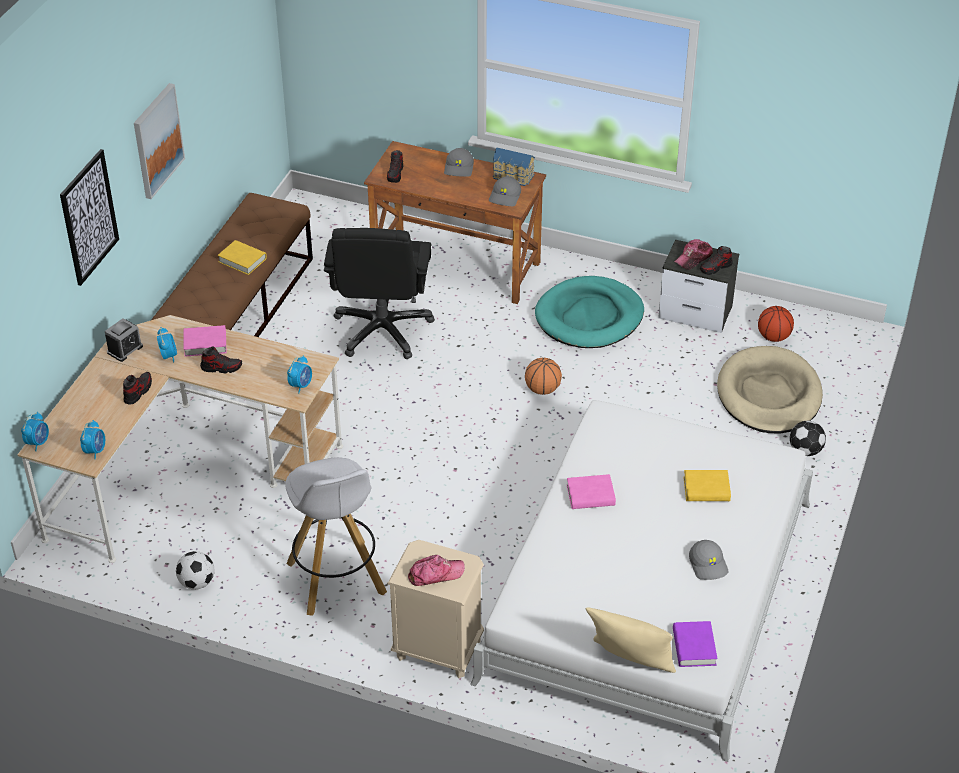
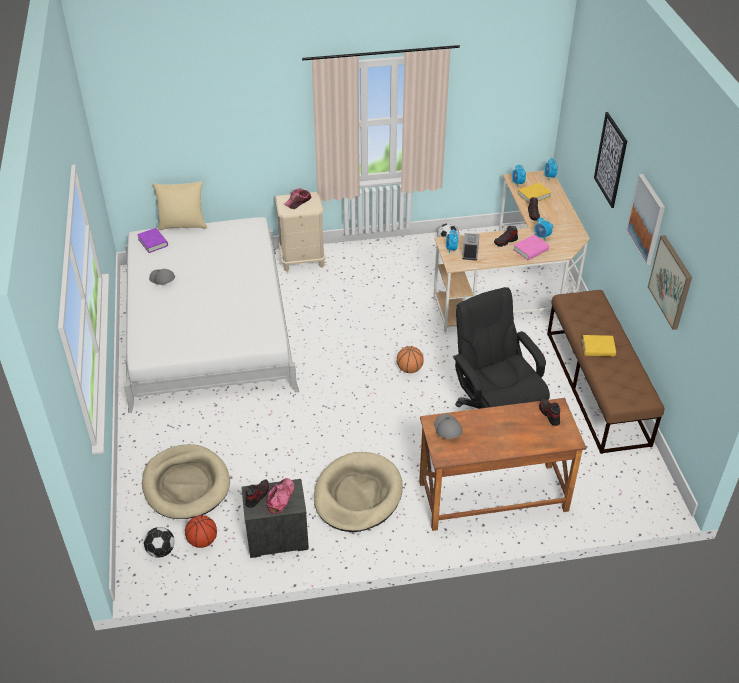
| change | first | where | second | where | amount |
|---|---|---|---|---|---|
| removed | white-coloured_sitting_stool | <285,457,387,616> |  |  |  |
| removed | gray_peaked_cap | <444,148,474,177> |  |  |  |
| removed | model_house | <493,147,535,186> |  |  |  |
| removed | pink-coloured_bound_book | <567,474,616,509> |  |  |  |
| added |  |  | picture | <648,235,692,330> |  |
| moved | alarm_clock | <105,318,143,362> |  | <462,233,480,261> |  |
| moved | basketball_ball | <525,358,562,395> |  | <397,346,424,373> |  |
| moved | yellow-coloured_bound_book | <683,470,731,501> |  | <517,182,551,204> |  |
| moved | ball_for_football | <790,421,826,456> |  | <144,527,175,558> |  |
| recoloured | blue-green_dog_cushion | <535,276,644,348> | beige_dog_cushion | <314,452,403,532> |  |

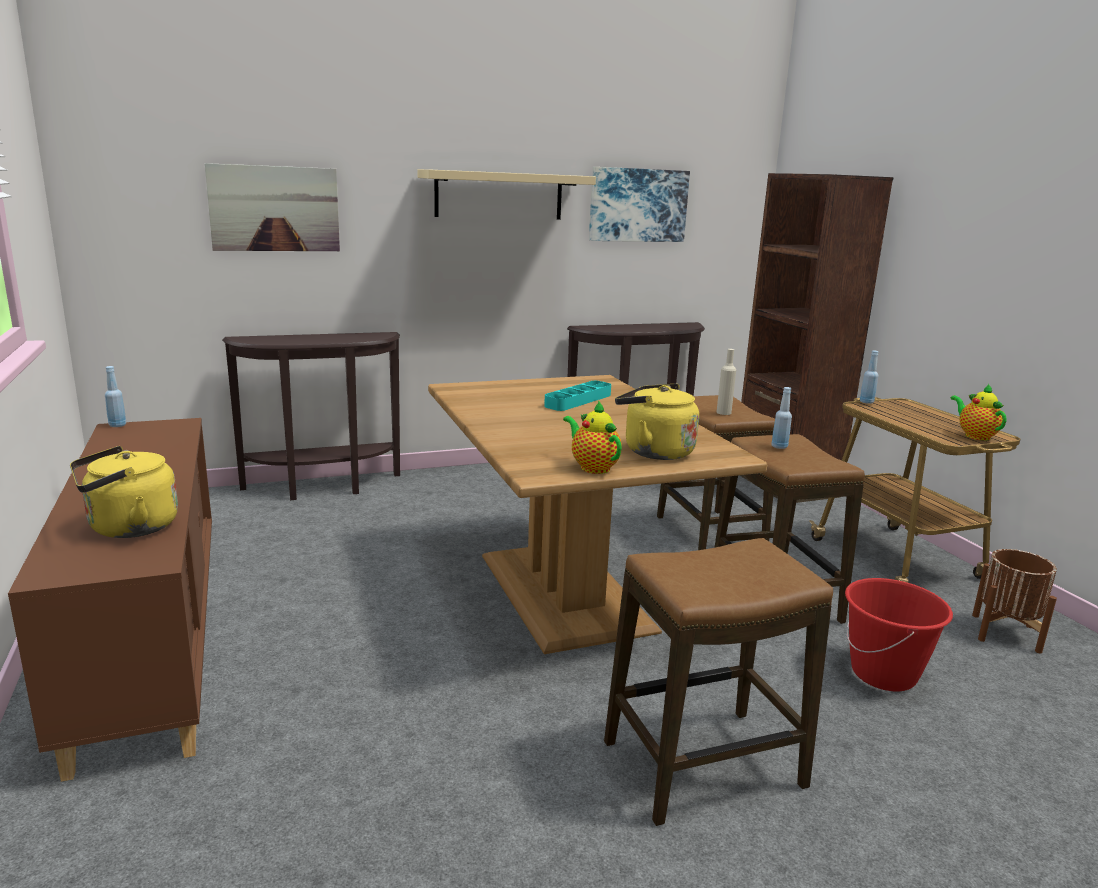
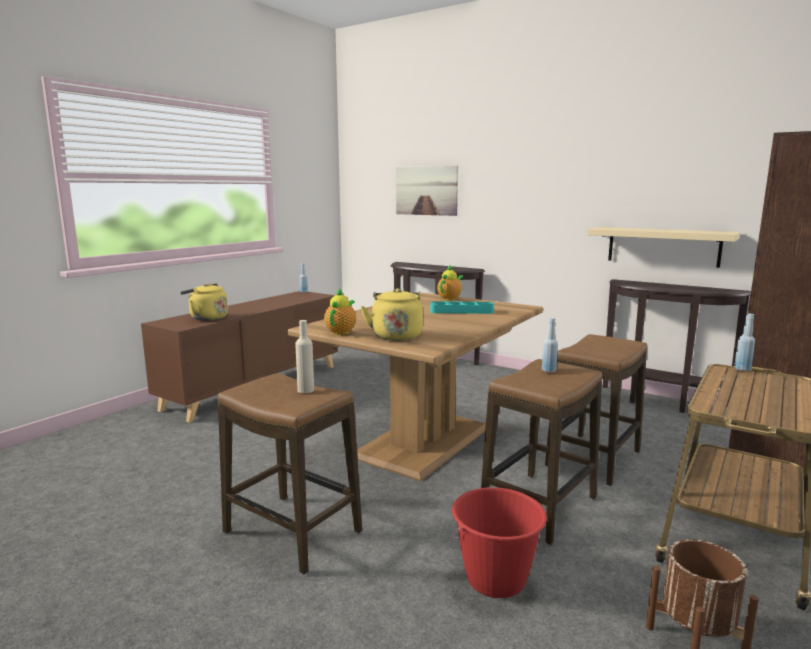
| change | first | where | second | where | amount |
|---|---|---|---|---|---|
| removed | picture | <589,167,690,242> |  |  |  |
| moved | beige_shelf | <417,169,596,220> |  | <587,227,740,268> |  |
| moved | beige_bottle | <716,349,736,415> |  | <295,320,314,393> |  |
| moved | tea_pot | <950,384,1007,441> |  | <437,264,463,301> |  |

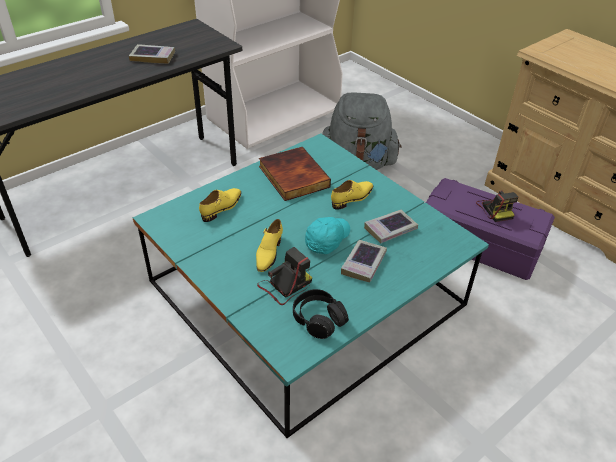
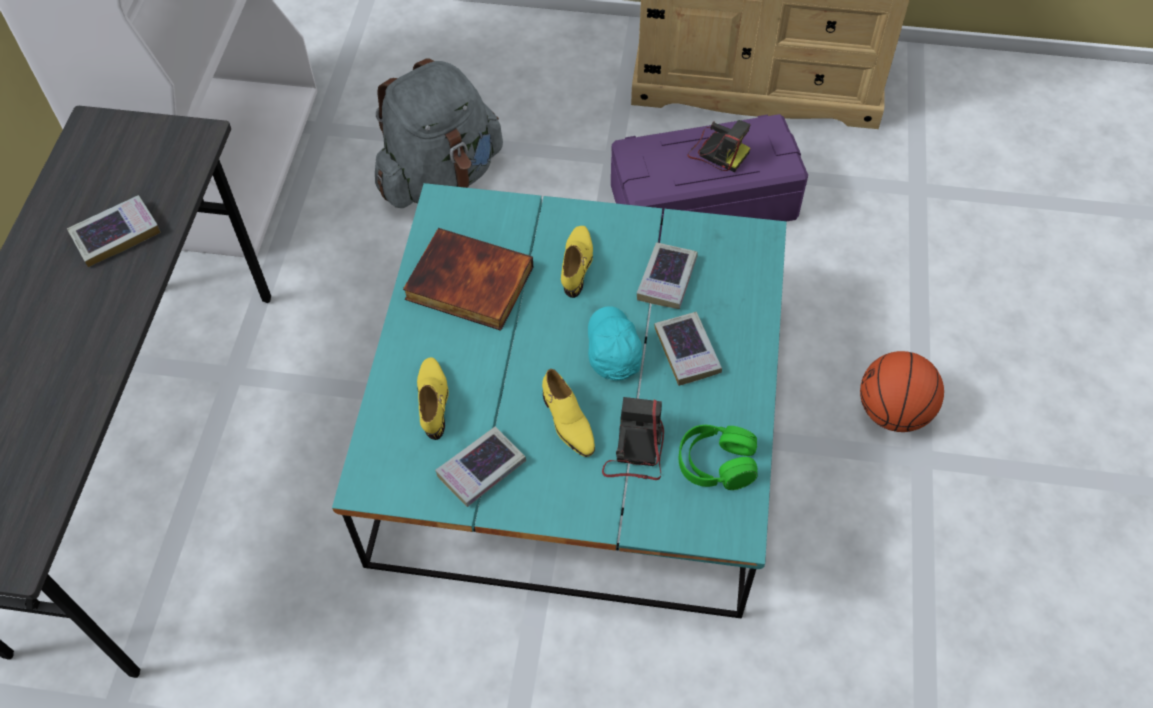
| change | first | where | second | where | amount |
|---|---|---|---|---|---|
| added |  |  | bound_book | <435,427,526,507> |  |
| added |  |  | basketball_ball | <860,351,944,432> |  |
| recoloured | blackish_pair_of_headphones | <293,289,349,339> | greenish_pair_of_headphones | <679,425,758,490> |  |

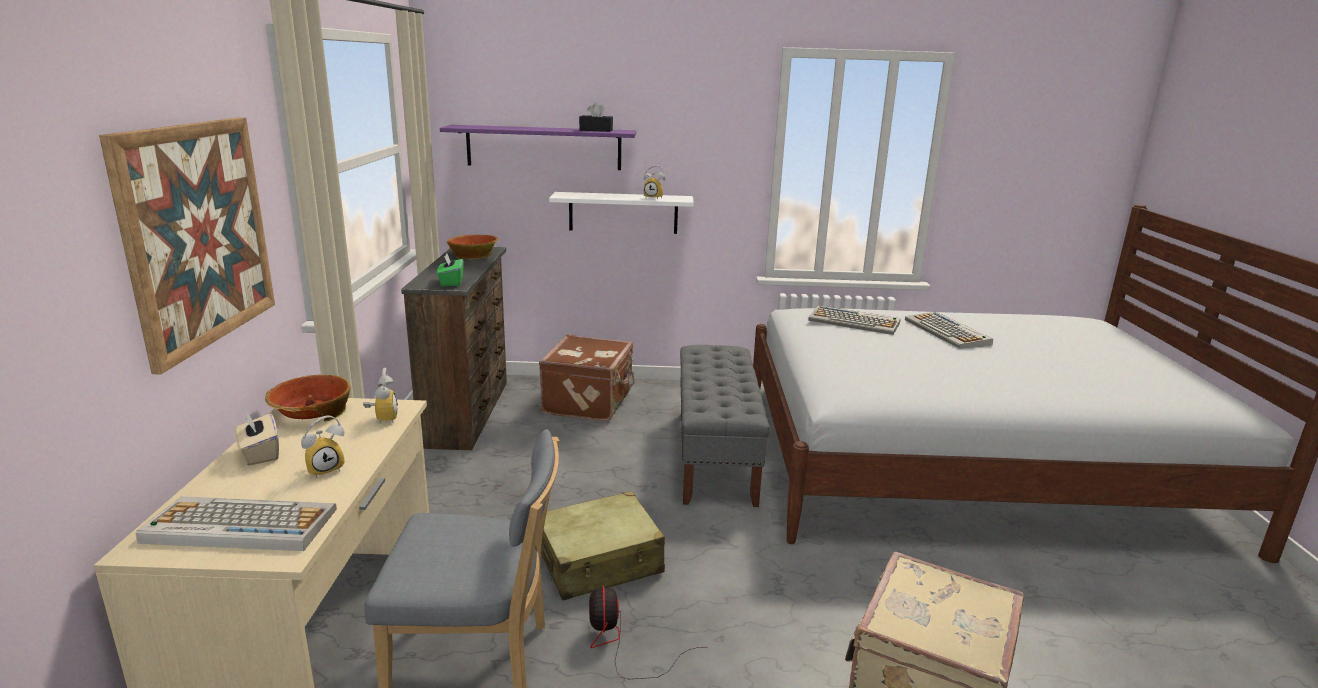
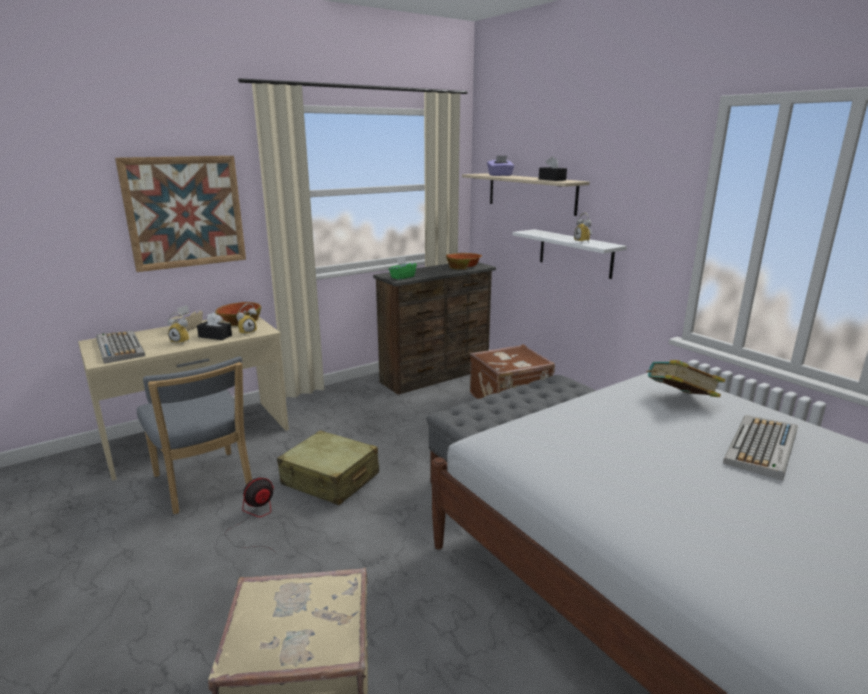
| change | first | where | second | where | amount |
|---|---|---|---|---|---|
| added |  |  | blackish_tissue_holder | <197,313,232,340> |  |
| added |  |  | purplish_tissue_holder | <487,156,515,176> |  |
| replaced | computer_keyboard | <808,305,901,335> | bound_book | <646,360,725,397> |  |
| recoloured | purplish_shelf | <440,125,636,170> | beige_shelf | <462,173,590,216> |  |

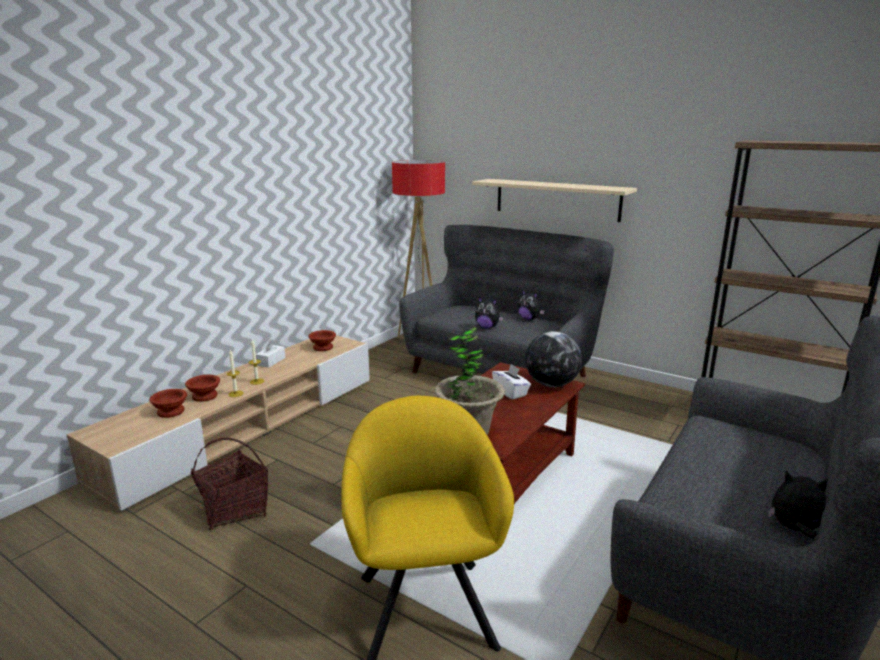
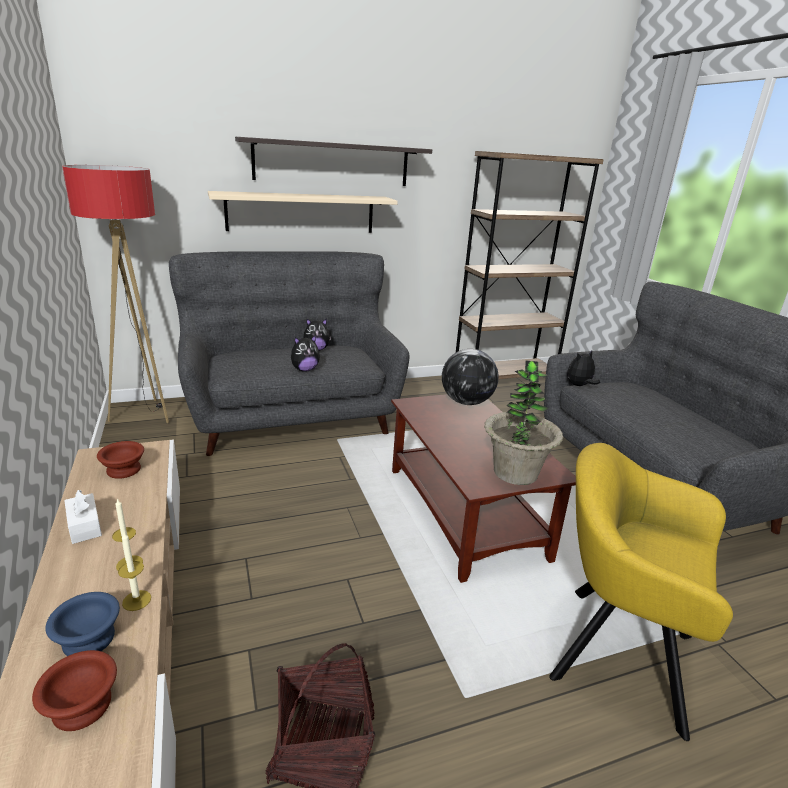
| change | first | where | second | where | amount |
|---|---|---|---|---|---|
| removed | white-coloured_tissue_holder | <492,364,531,400> |  |  |  |
| added |  |  | shelf | <235,137,432,186> |  |
| moved | plush_toy | <768,471,828,538> |  | <567,351,600,386> |  |
| recoloured | brownish_bowl | <185,375,220,402> | blue-coloured_bowl | <45,592,120,656> |  |

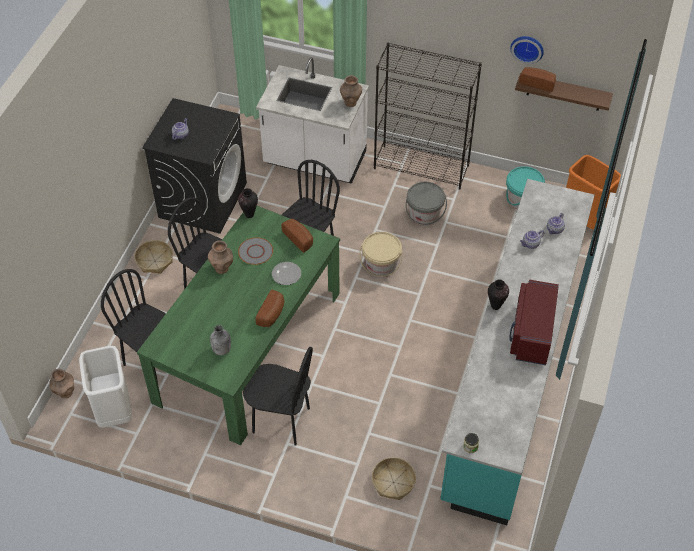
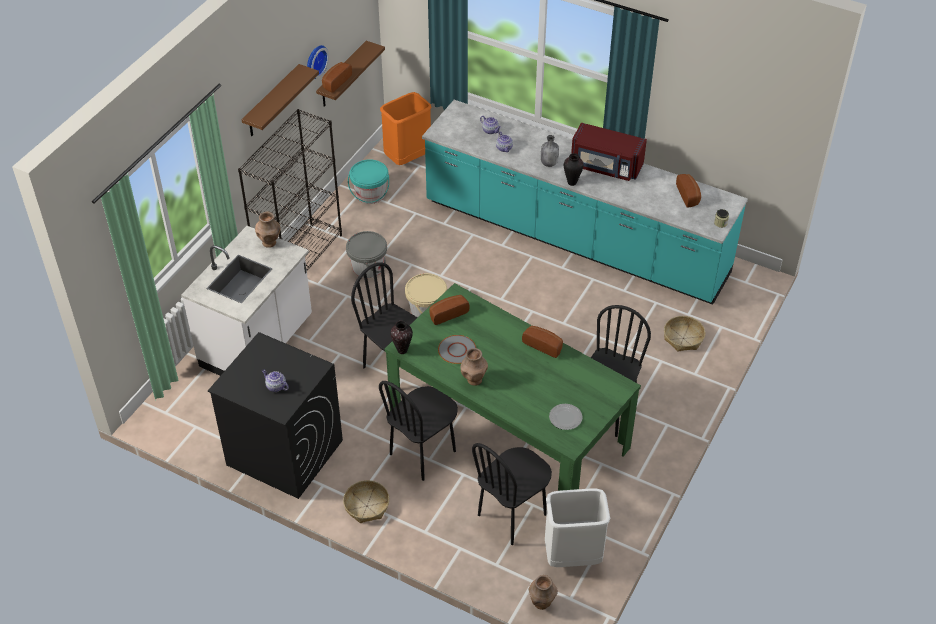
| change | first | where | second | where | amount |
|---|---|---|---|---|---|
| added |  |  | brownish_shelf | <242,64,319,136> |  |
| added |  |  | baked_bread | <676,174,701,208> |  |
| moved | gray_bottle | <210,325,231,355> |  | <541,135,559,167> |  |
| moved | dinner_plate | <272,262,301,285> |  | <549,404,583,430> |  |

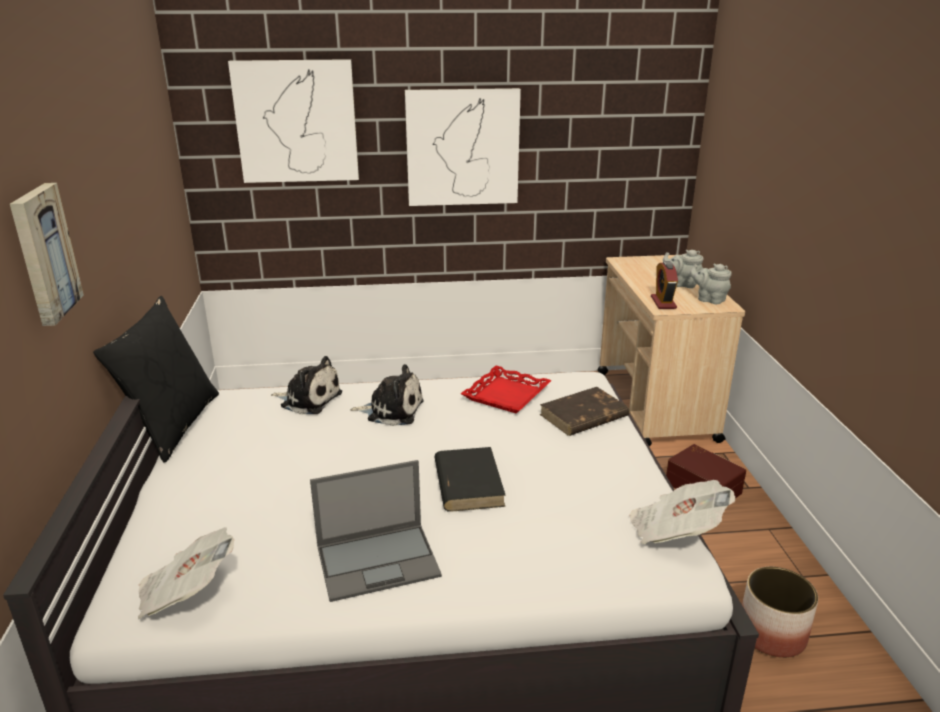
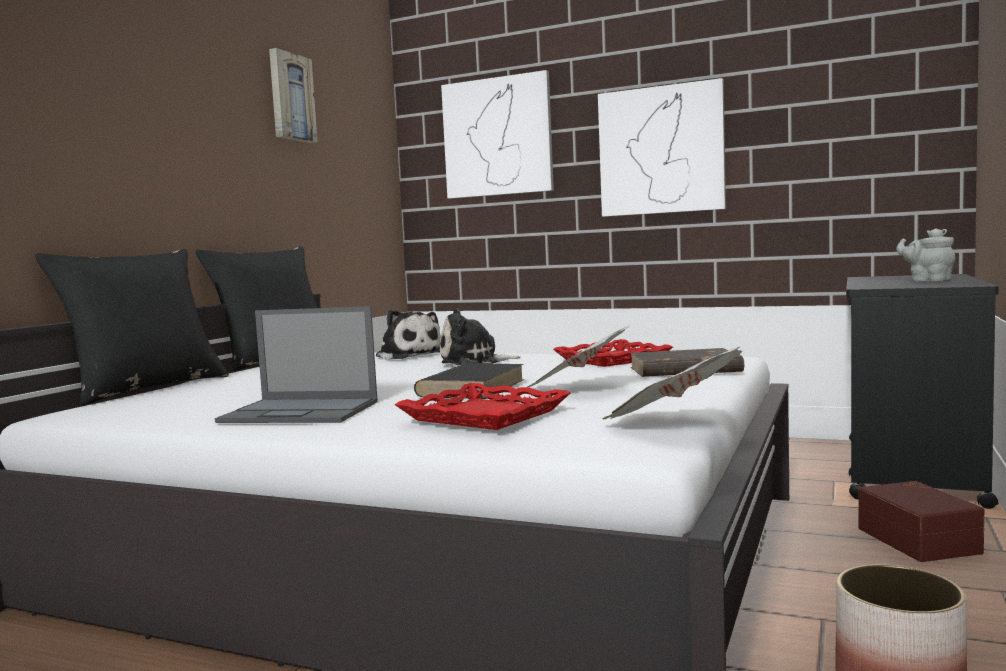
| change | first | where | second | where | amount |
|---|---|---|---|---|---|
| removed | alarm_clock | <651,261,678,309> |  |  |  |
| removed | gray_tea_pot | <690,264,732,304> |  |  |  |
| added |  |  | blackish_cushion | <35,249,229,405> |  |
| added |  |  | reddish_serving_tray | <395,383,571,430> |  |
| moved | picture | <10,183,84,326> |  | <269,48,318,143> |  |
| moved | printed_paper | <138,527,234,619> |  | <528,325,630,388> |  |
| recoloured | beige_cart | <598,255,745,446> | blackish_cart | <846,274,999,509> |  |
| turned | plush_toy | <350,364,424,426> |  | <440,308,521,365> | 135 degrees clockwise |

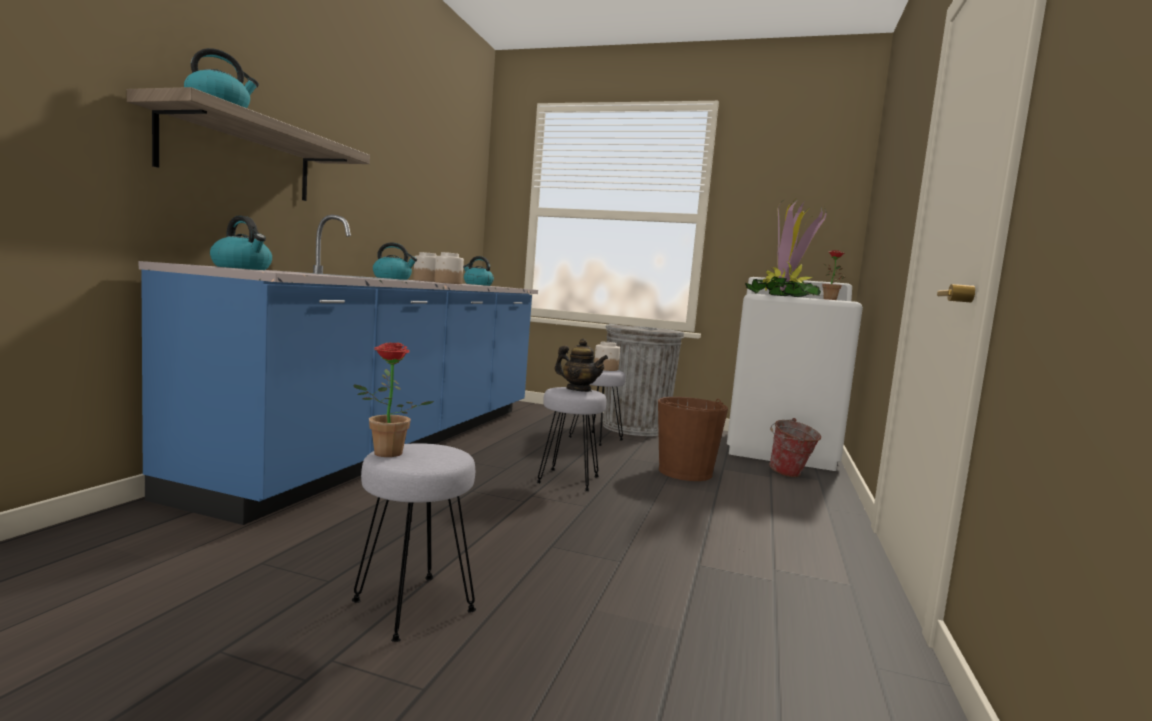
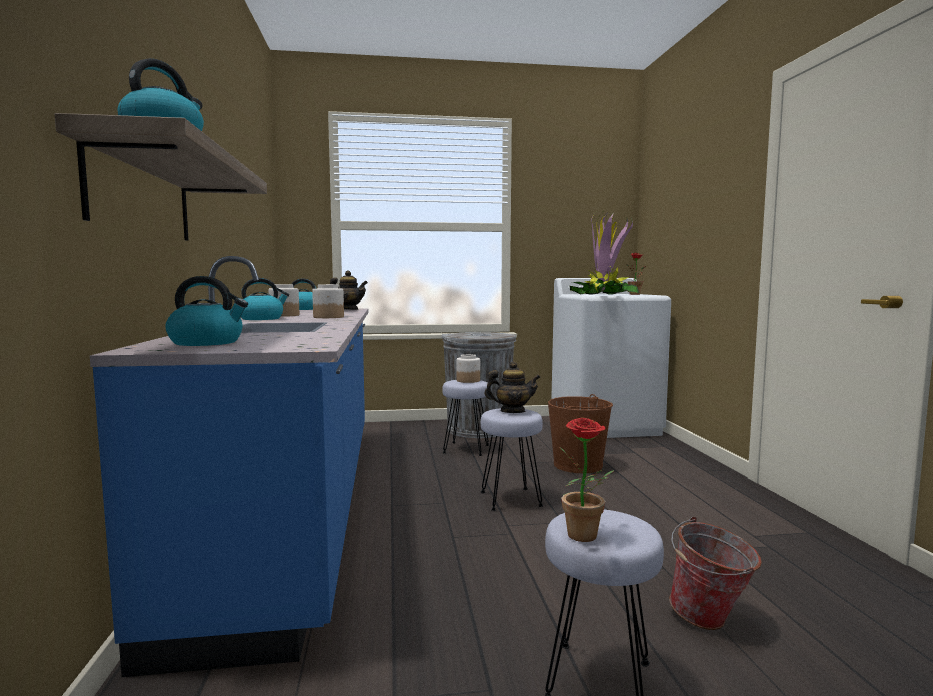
| change | first | where | second | where | amount |
|---|---|---|---|---|---|
| added |  |  | tea_pot | <330,271,368,310> |  |
| moved | bucket | <769,418,821,477> |  | <669,516,762,630> |  |

